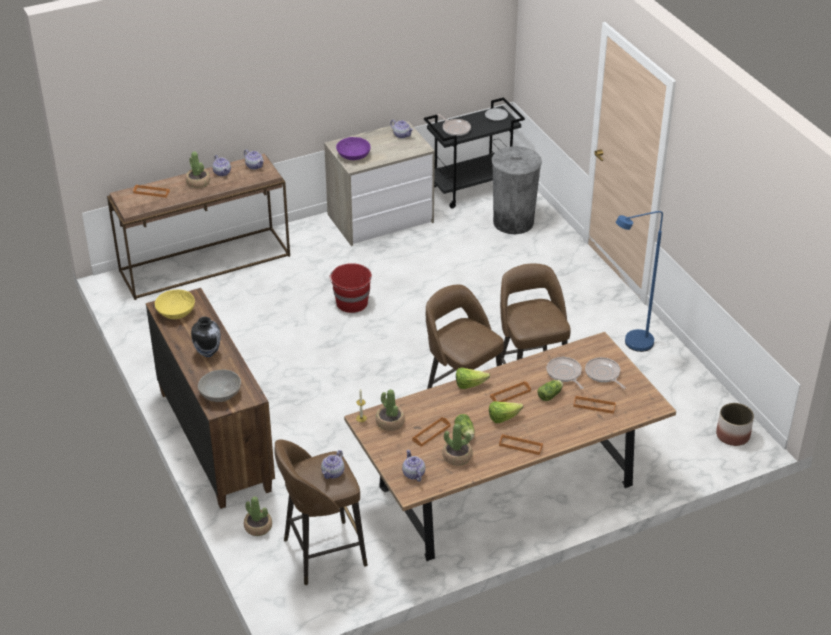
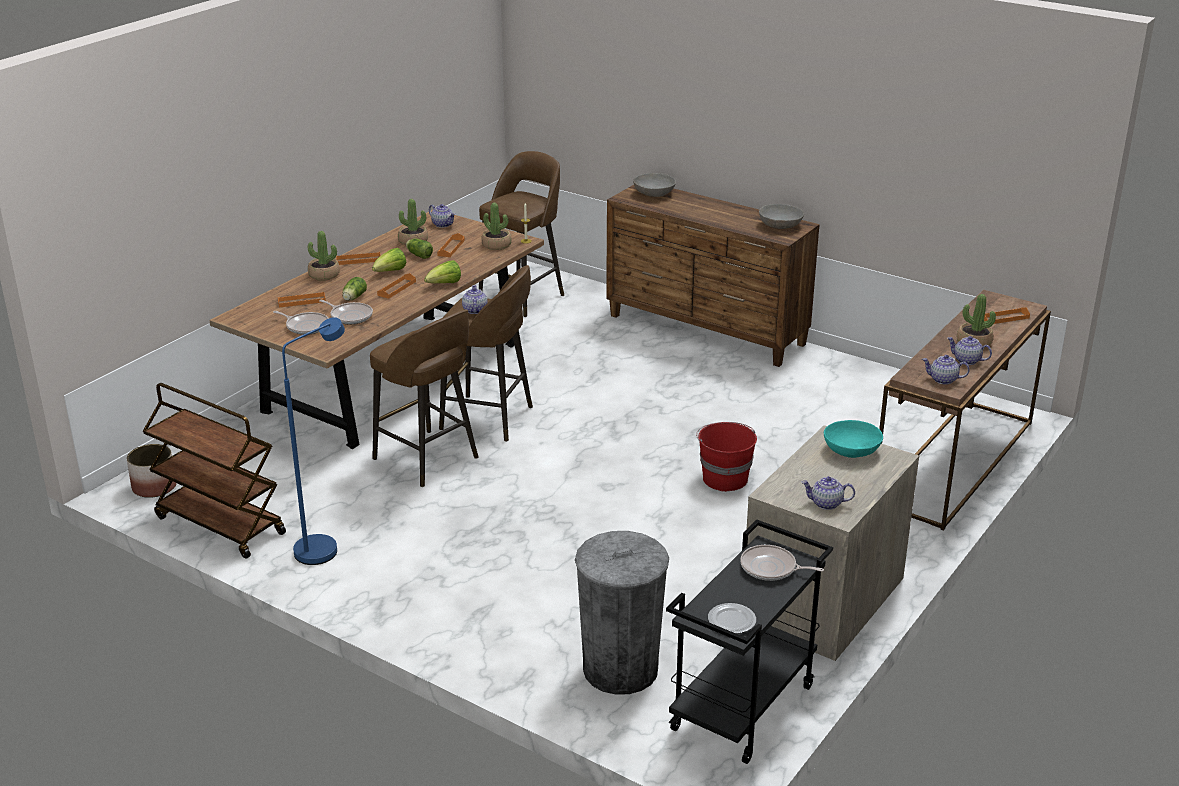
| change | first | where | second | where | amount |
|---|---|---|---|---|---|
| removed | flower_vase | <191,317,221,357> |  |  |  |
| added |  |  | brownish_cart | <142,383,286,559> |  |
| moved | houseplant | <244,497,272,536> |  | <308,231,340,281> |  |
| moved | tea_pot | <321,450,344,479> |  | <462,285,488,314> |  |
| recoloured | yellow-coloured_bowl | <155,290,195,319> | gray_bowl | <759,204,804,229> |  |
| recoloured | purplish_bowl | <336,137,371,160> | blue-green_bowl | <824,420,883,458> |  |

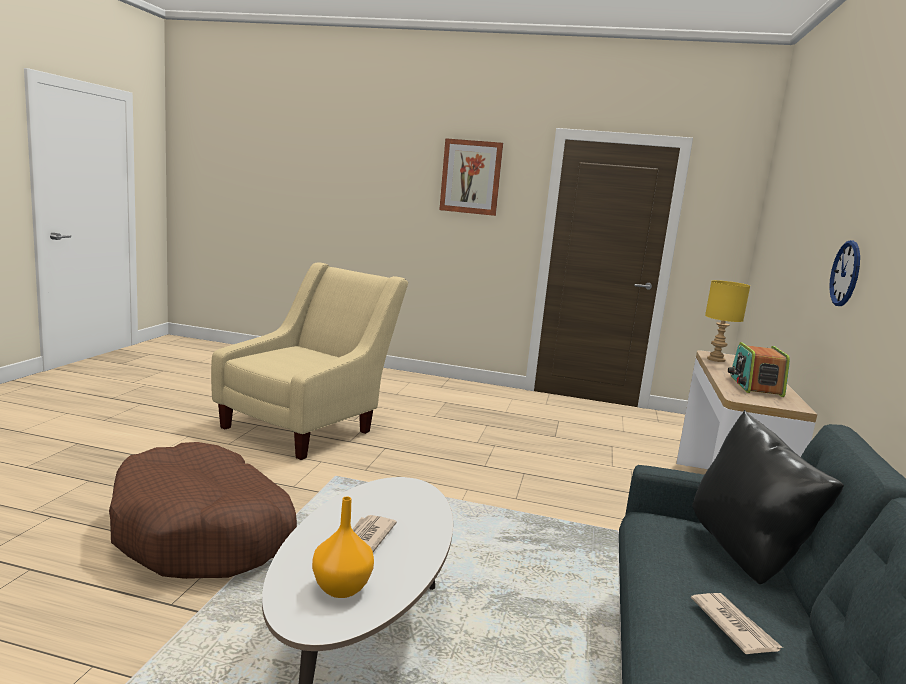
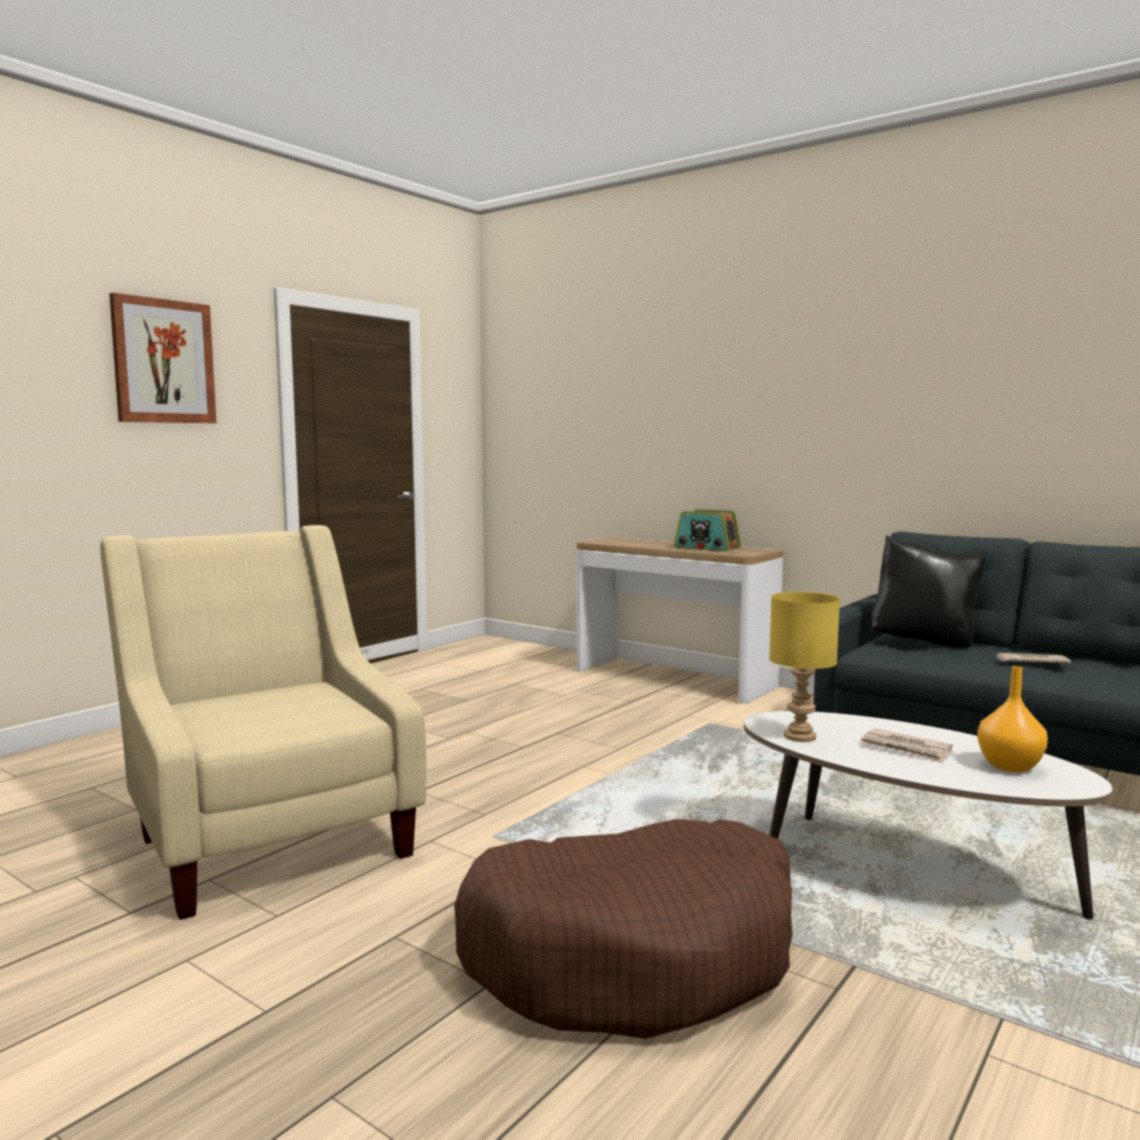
| change | first | where | second | where | amount |
|---|---|---|---|---|---|
| removed | wall_clock | <829,240,860,306> |  |  |  |
| moved | yellow-coloured_lamp_for_a_table | <705,280,750,362> |  | <769,592,840,742> |  |

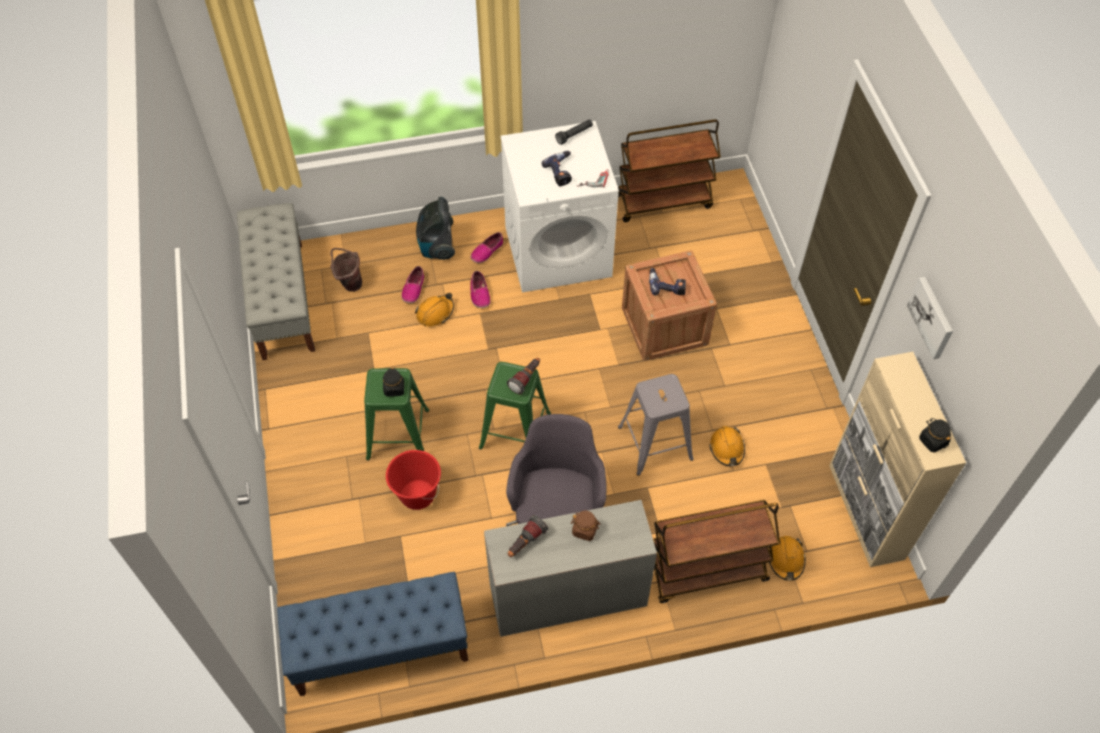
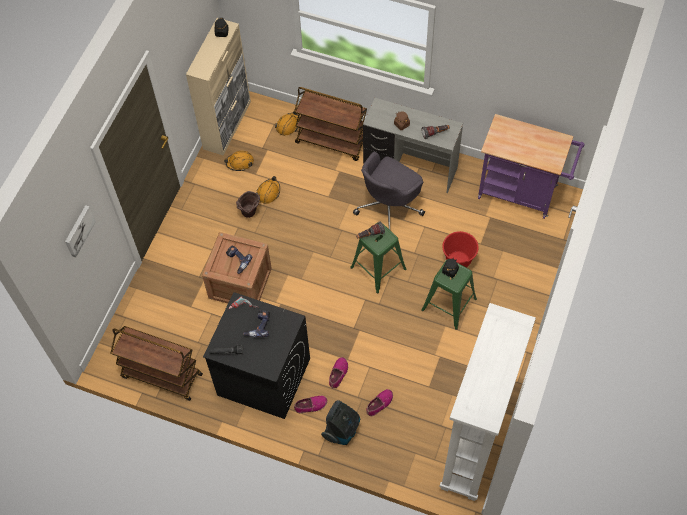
| change | first | where | second | where | amount |
|---|---|---|---|---|---|
| removed | gray_sitting_stool | <618,374,694,476> |  |  |  |
| moved | brownish_bucket | <330,248,362,292> |  | <236,191,260,218> |  |
| moved | orange-coloured_work_helmet | <415,293,454,327> |  | <224,151,254,171> |  |
| moved | picture | <907,277,953,359> |  | <65,205,96,258> |  |
| replaced | gray_bench | <237,203,315,360> | white-coloured_shelving_unit | <439,303,536,501> |  |
| replaced | blue-coloured_bench | <277,572,468,696> | purplish_cart | <478,114,585,219> |  |
| recoloured | white-coloured_laundry_appliance | <500,121,619,293> | blackish_laundry_appliance | <203,292,310,419> |  |

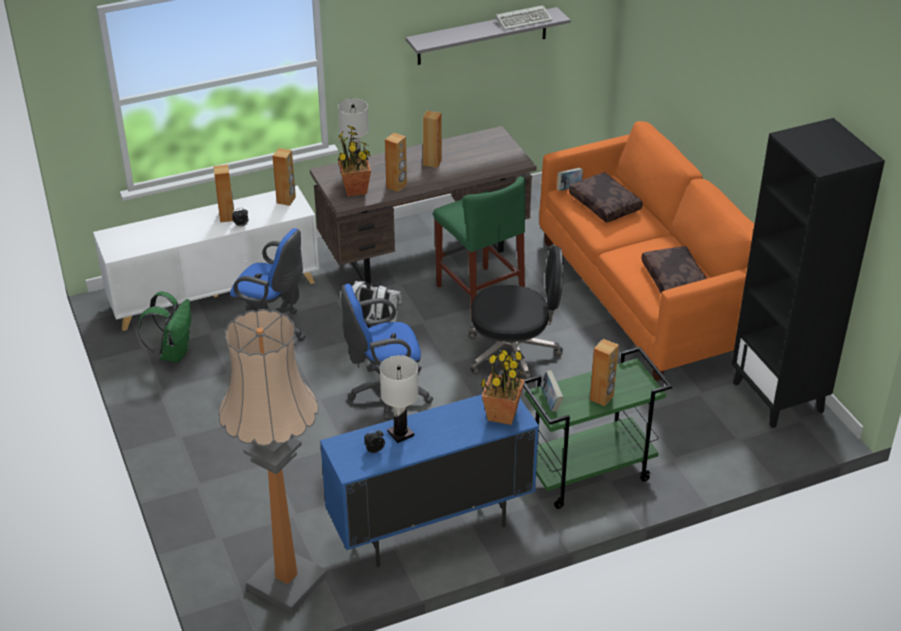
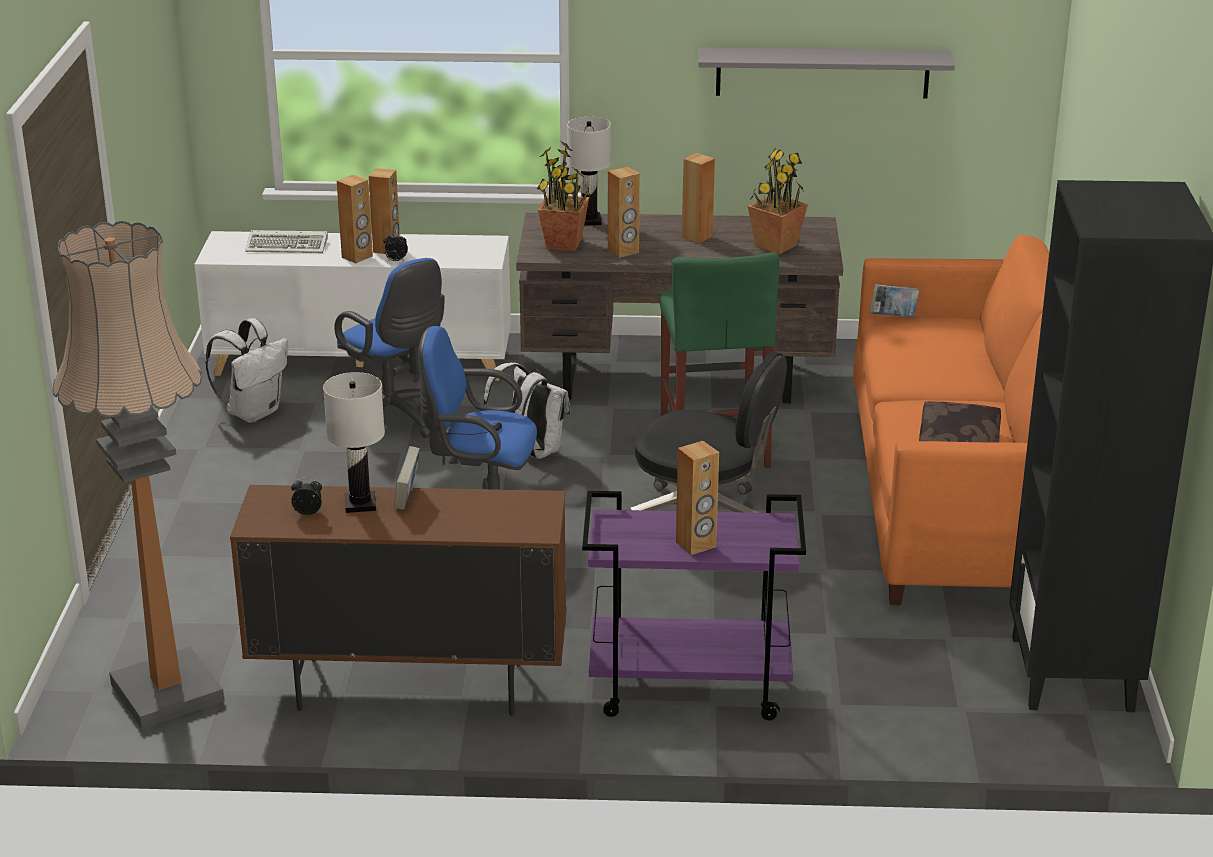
| change | first | where | second | where | amount |
|---|---|---|---|---|---|
| removed | brownish_cushion | <569,172,643,223> |  |  |  |
| moved | brownish_loudspeaker | <272,148,296,206> |  | <337,175,373,263> |  |
| moved | houseplant | <481,349,525,425> |  | <748,148,808,255> |  |
| moved | computer_keyboard | <496,5,553,30> |  | <245,230,328,253> |  |
| moved | bound_book | <540,370,563,412> |  | <394,446,420,510> |  |
| recoloured | greenish_backpack | <138,292,191,363> | white-coloured_backpack | <205,318,288,423> |  |
| recoloured | blue-coloured_cabinet | <320,394,539,567> | brownish_cabinet | <230,485,567,716> |  |
| recoloured | greenish_cart | <523,347,672,509> | purplish_cart | <582,491,806,720> |  |

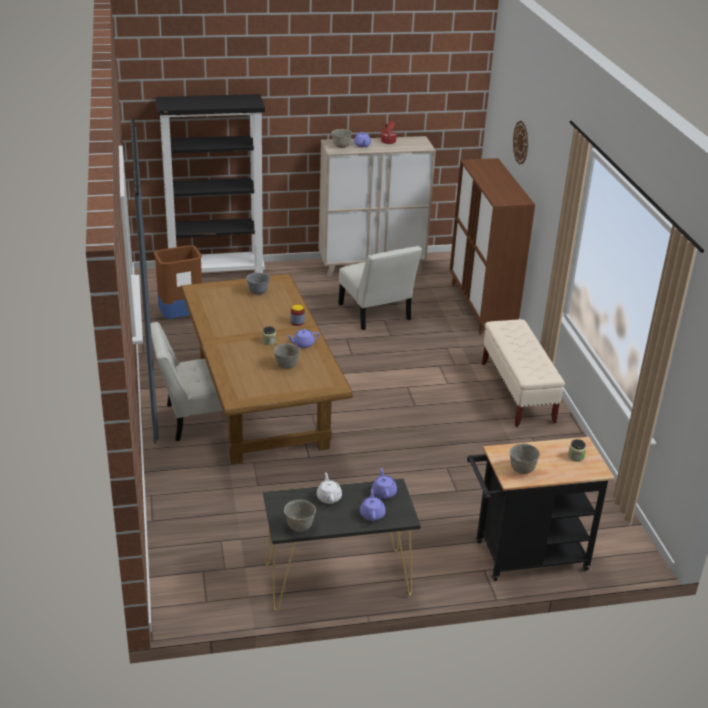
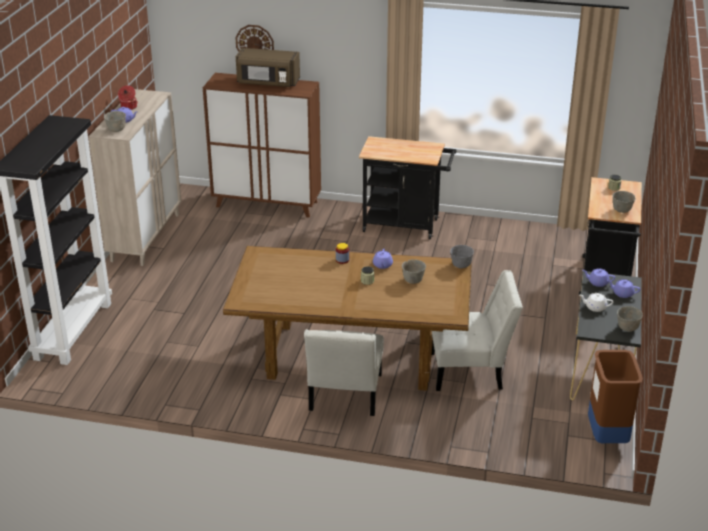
| change | first | where | second | where | amount |
|---|---|---|---|---|---|
| added |  |  | brownish_microwave | <236,48,300,87> |  |
| moved | brownish_trash_can | <154,245,202,319> |  | <588,350,643,443> |  |
| moved | gray_bowl | <246,273,270,295> |  | <450,245,474,268> |  |
| moved | white-coloured_plain_chair | <338,246,422,330> |  | <432,270,523,391> |  |
| replaced | beige_bench | <482,319,565,427> | blackish_cart | <359,136,456,240> |  |

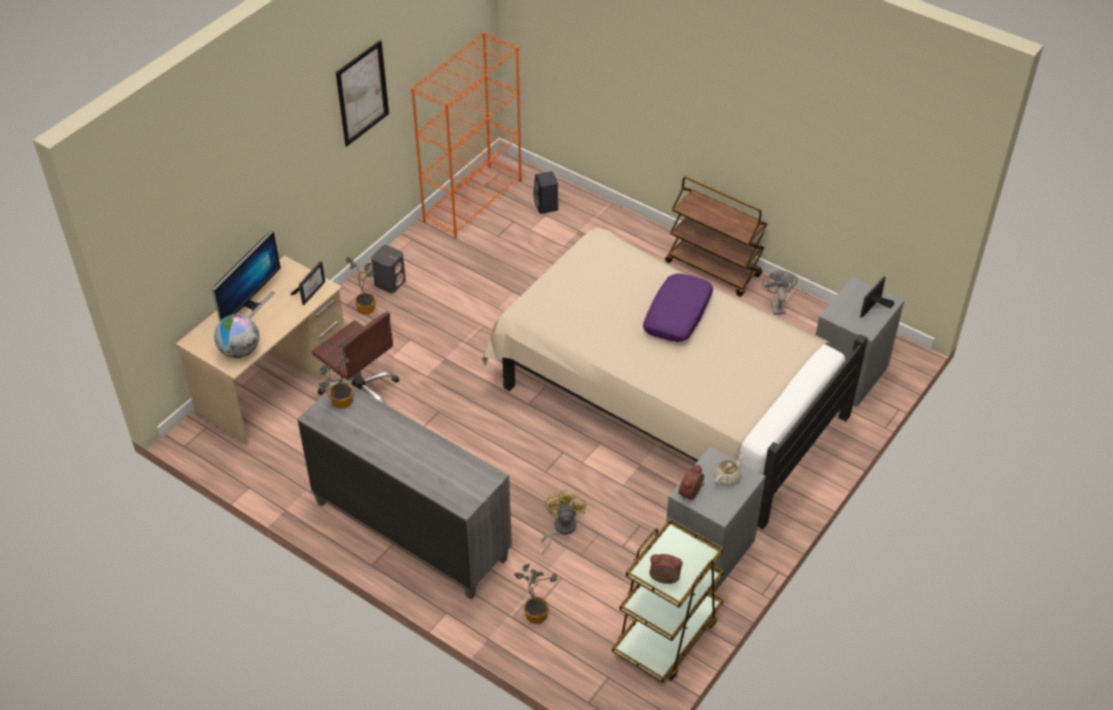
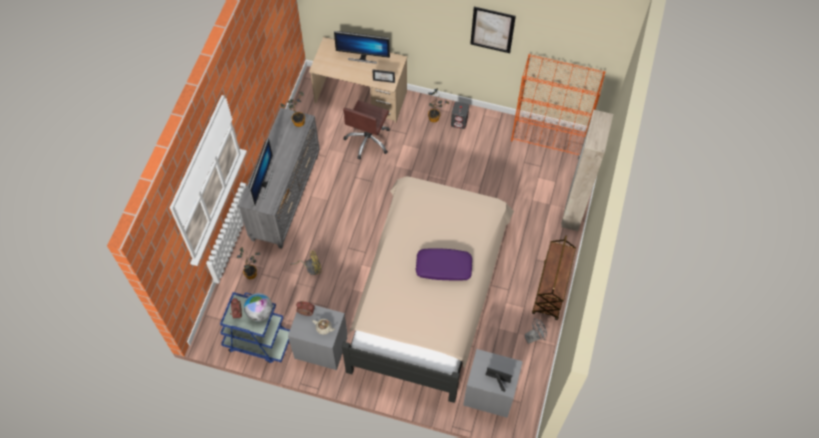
| change | first | where | second | where | amount |
|---|---|---|---|---|---|
| removed | blackish_loudspeaker | <533,171,558,214> |  |  |  |
| added |  |  | computer_display | <249,138,273,206> |  |
| added |  |  | beige_clothes_cupboard | <561,110,613,231> |  |
| moved | world_globe | <214,314,259,358> |  | <244,293,273,322> |  |
| recoloured | brownish_cart | <612,518,724,683> | blue-coloured_cart | <220,292,290,363> |  |

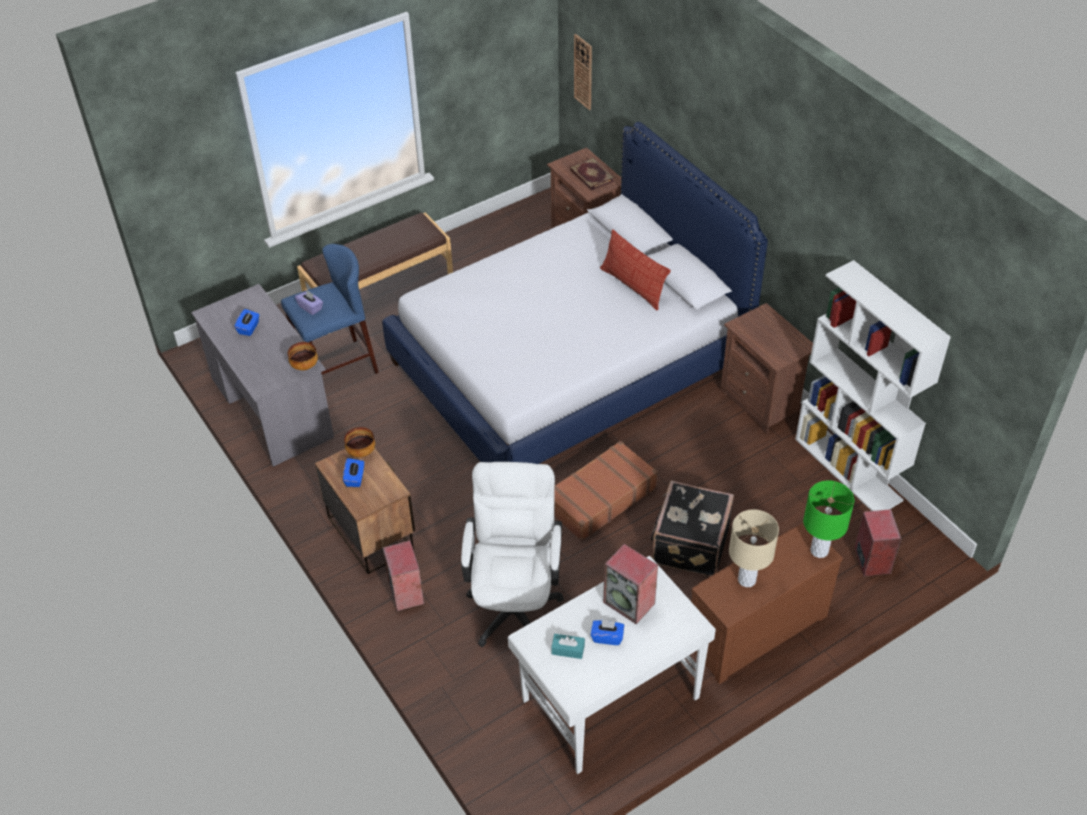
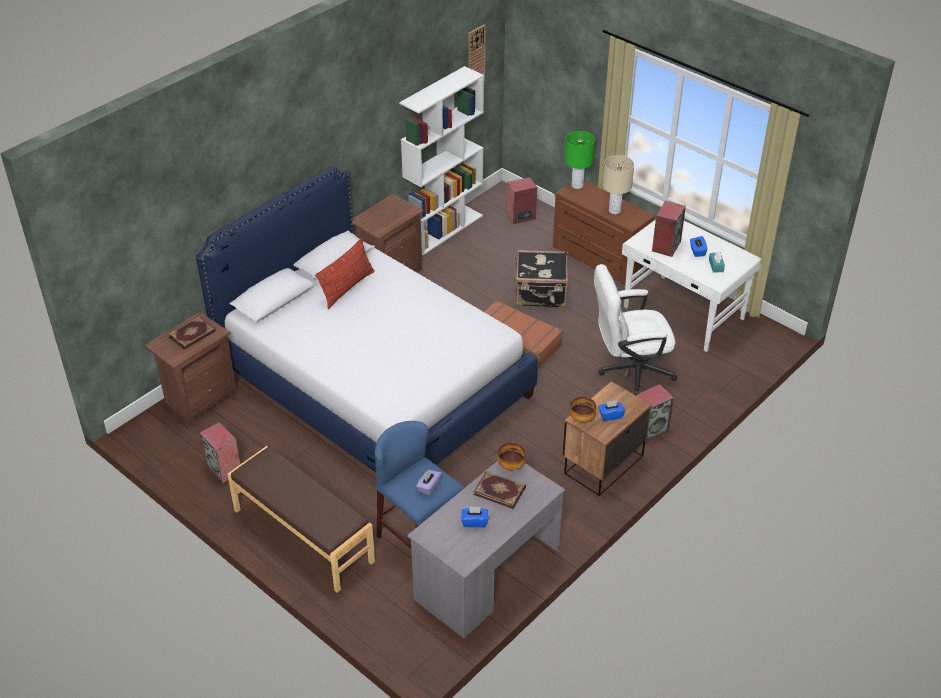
| change | first | where | second | where | amount |
|---|---|---|---|---|---|
| added |  |  | loudspeaker | <199,422,241,484> |  |
| added |  |  | bound_book | <474,471,526,509> |  |
| moved | wall_clock | <574,34,592,110> |  | <468,24,486,81> |  |

